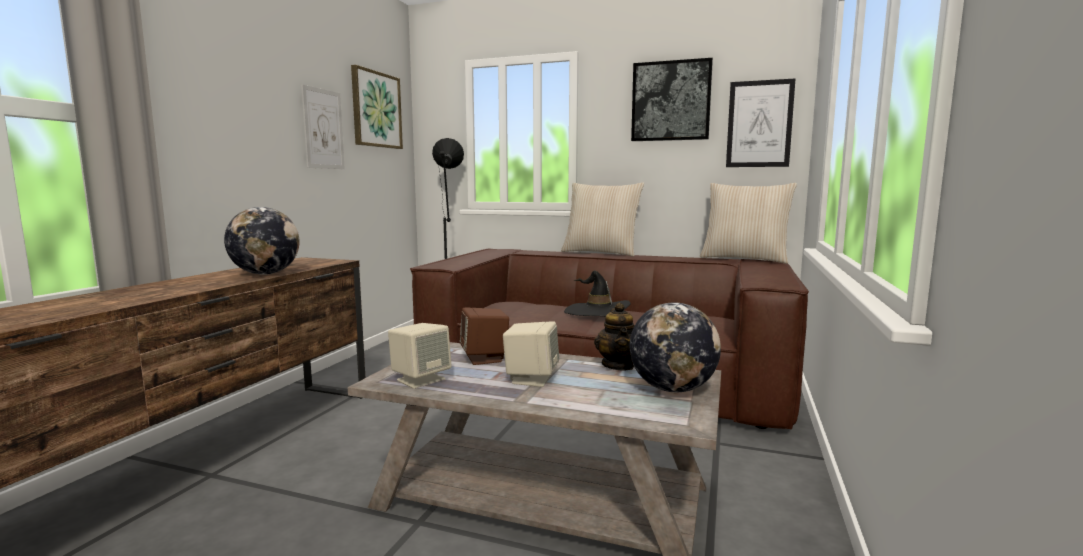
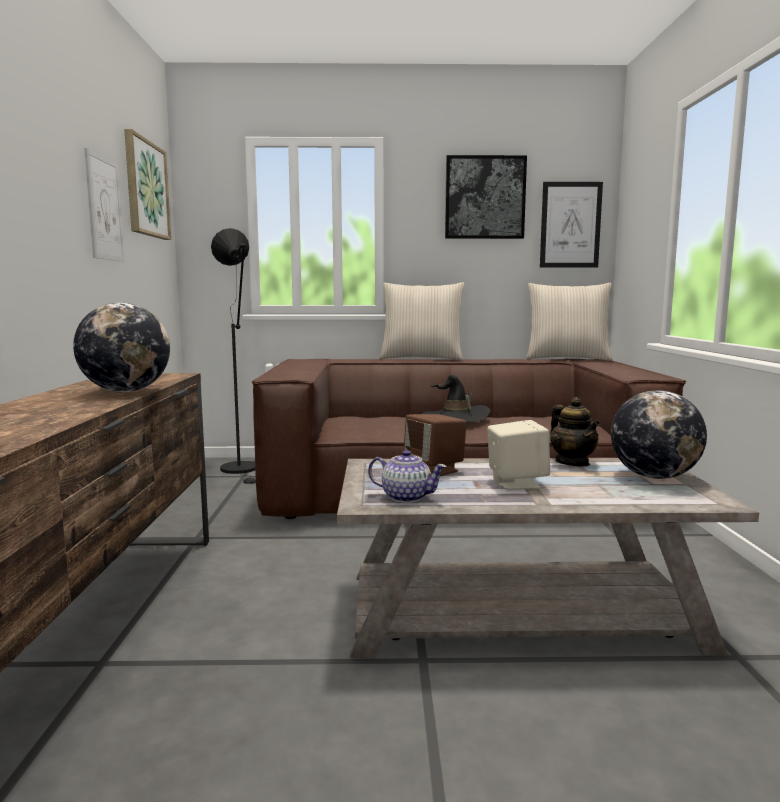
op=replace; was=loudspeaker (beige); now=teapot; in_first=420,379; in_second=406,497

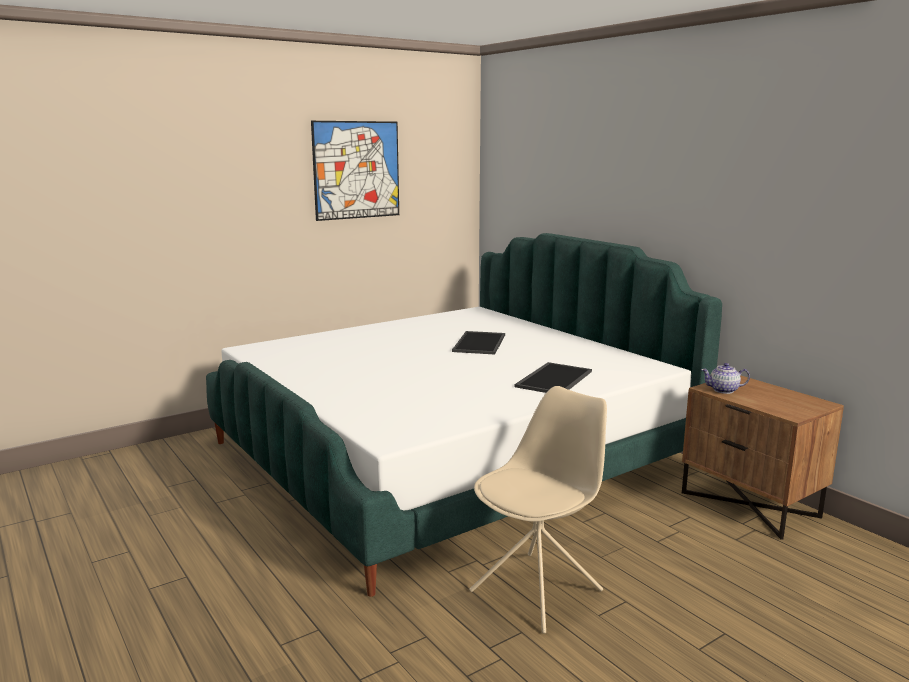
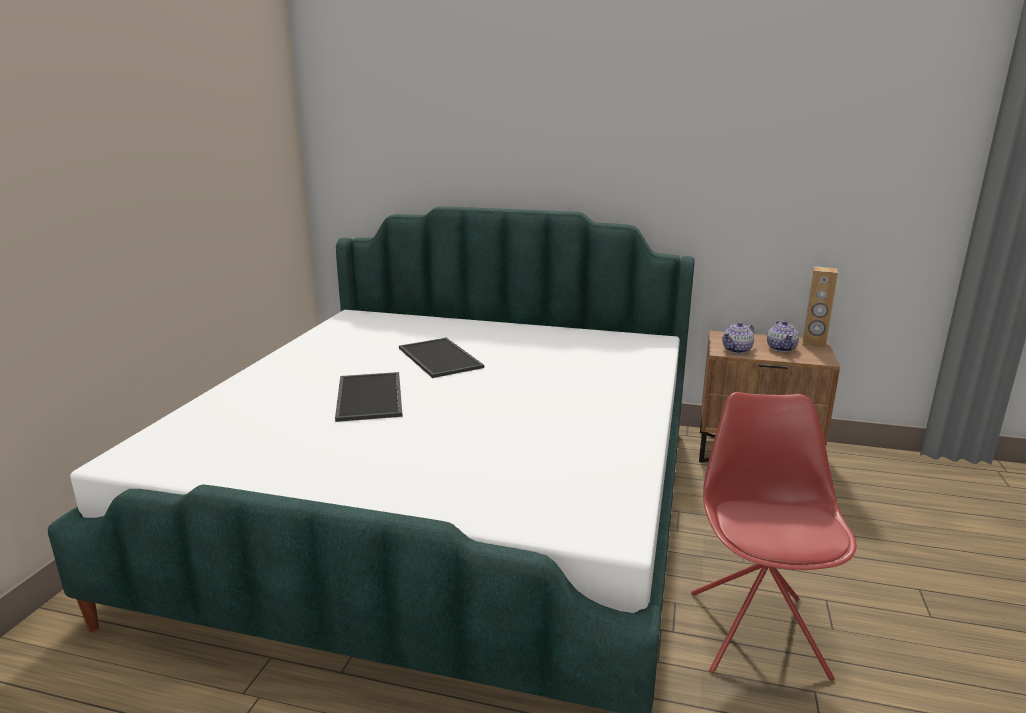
op=delete; was=wall art; in_first=356,170
op=recolor; was=upright chair (beige); now=upright chair (red); in_first=538,590; in_second=756,631
op=move; was=serving tray; in_first=553,378; in_second=367,396
op=insert; now=teapot; in_second=781,348
op=insert; now=loudspeaker (brown); in_second=813,344

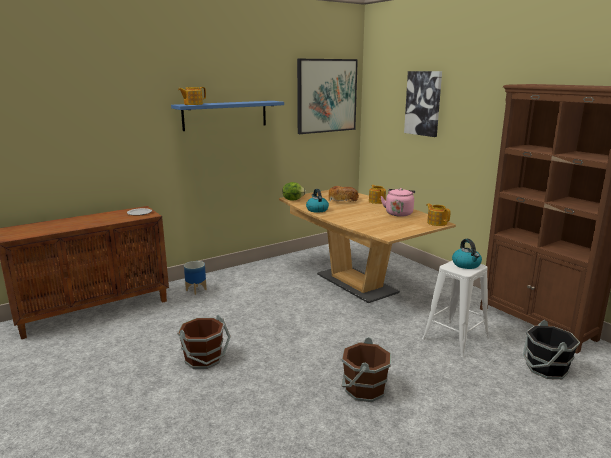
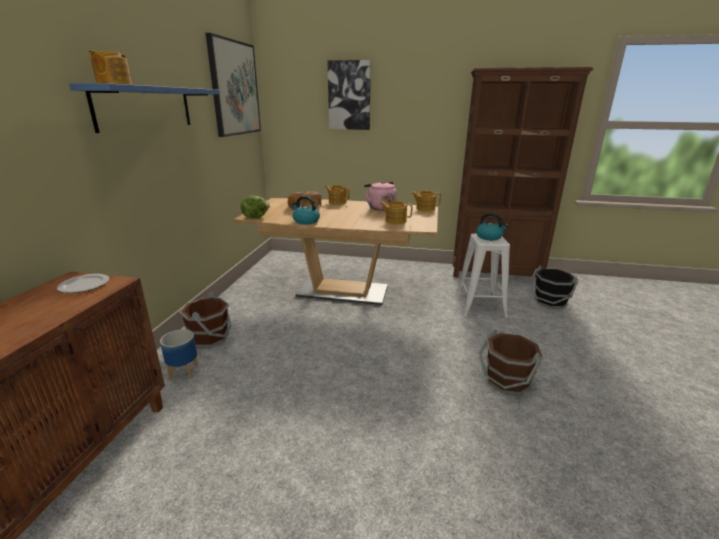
op=move; was=pail (brown); in_first=204,359; in_second=210,337
op=insert; now=teapot; in_second=395,221

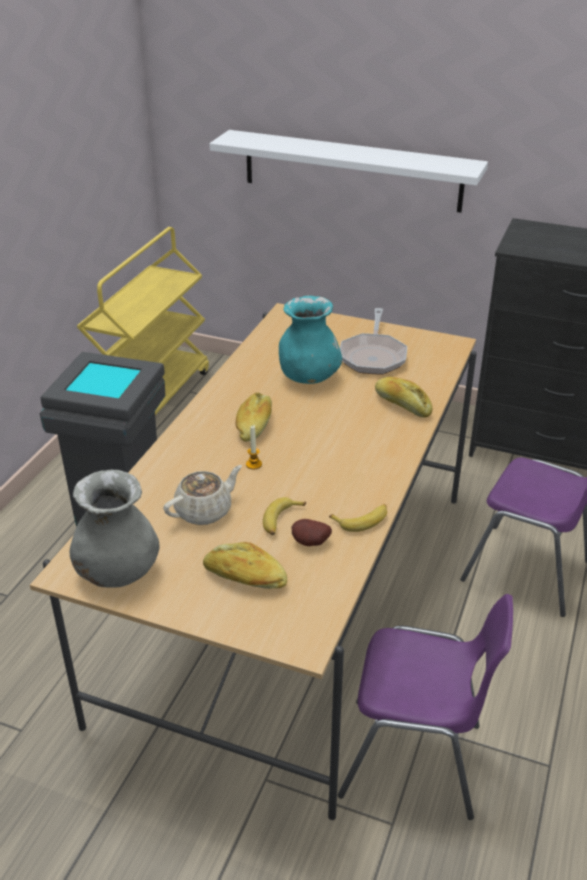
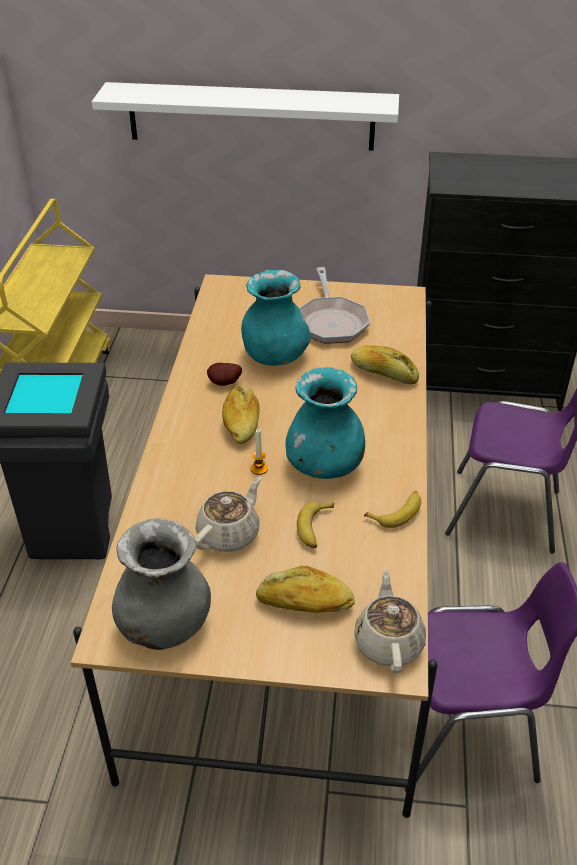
op=move; was=whole potato; in_first=310,544; in_second=225,384
op=insert; now=decorative vase (turquoise-coloured); in_second=324,466
op=insert; now=teapot (beige); in_second=388,642

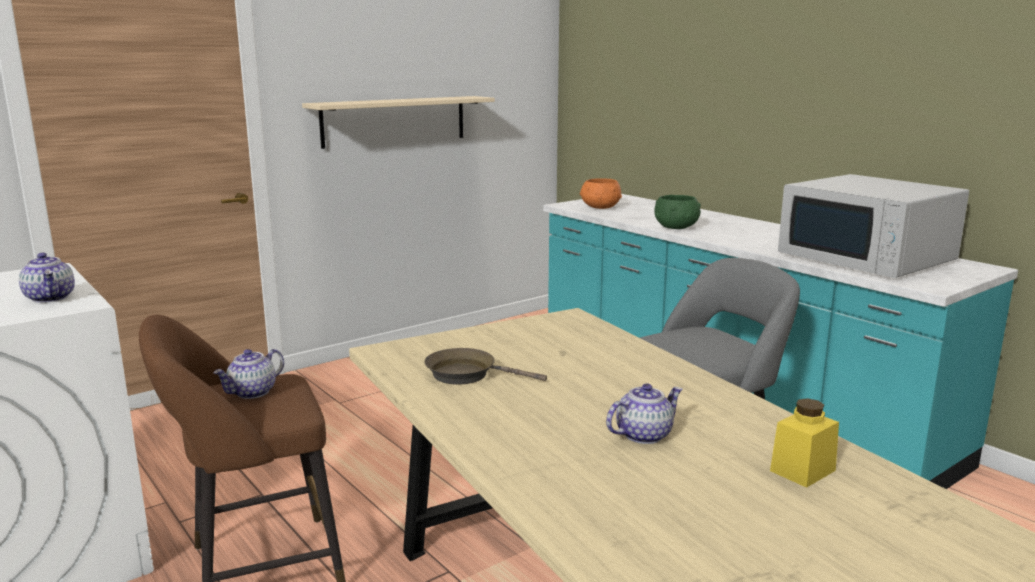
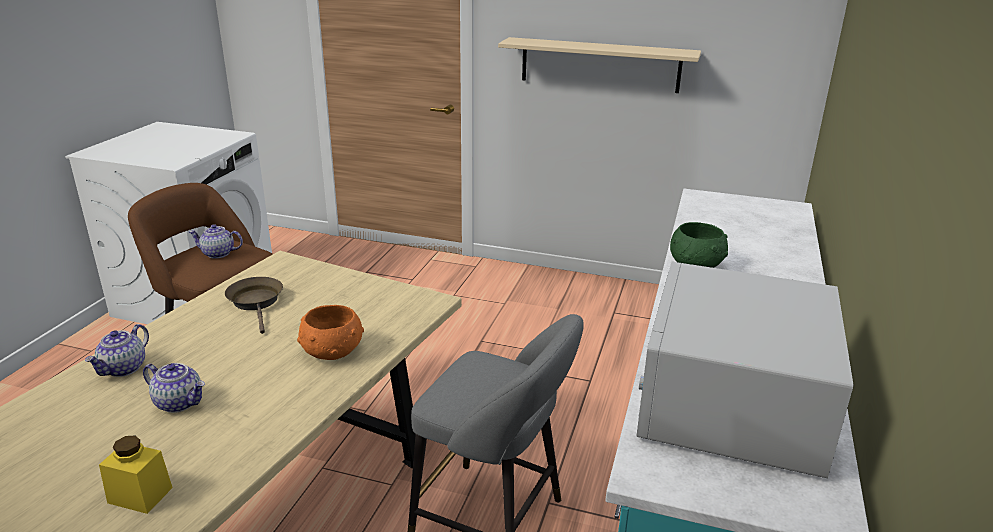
op=move; was=teapot; in_first=51,298; in_second=124,369
op=move; was=deep dish (orangey); in_first=600,207; in_second=331,351

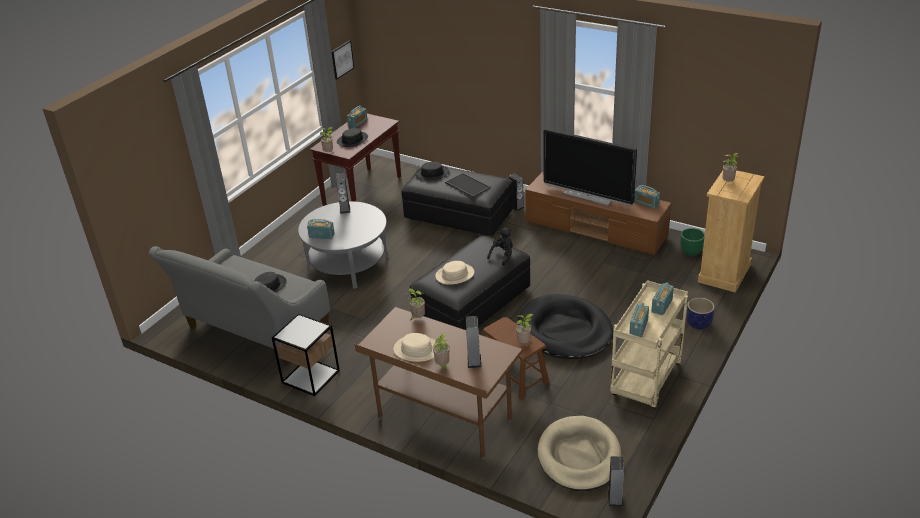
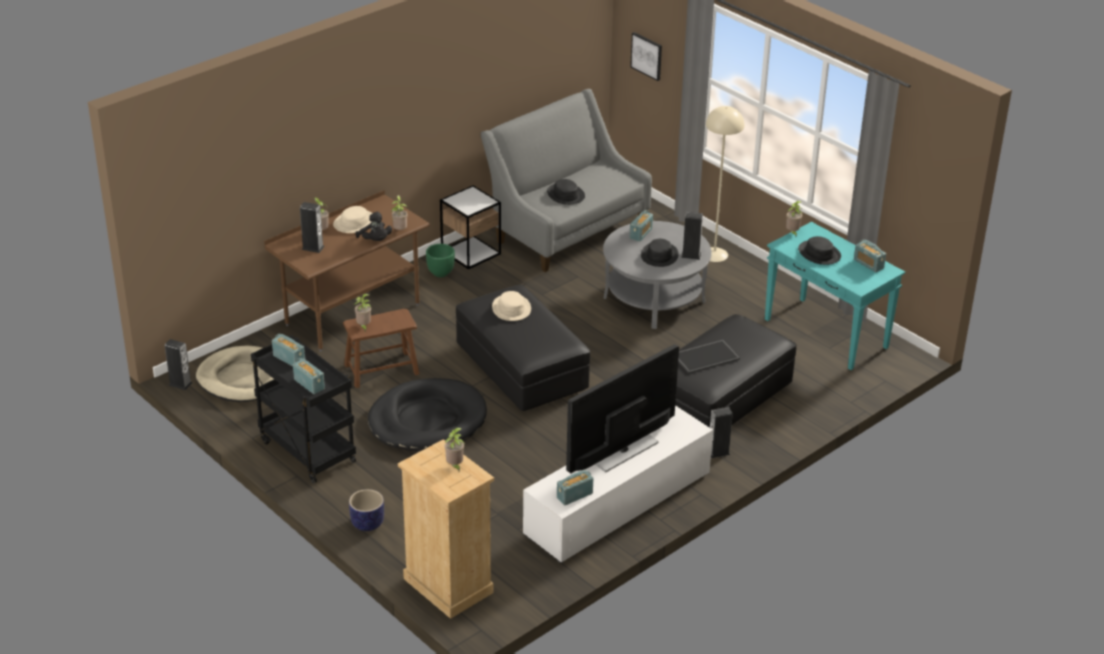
op=recolor; was=hall table (brown); now=hall table (turquoise-coloured); in_first=362,191; in_second=827,334
op=move; was=wall art; in_first=341,59; in_second=647,56
op=move; was=hat (black); in_first=432,173; in_second=659,255
op=move; was=cuddly toy (black); in_first=502,255; in_second=375,241
op=recolor; was=tv unit (brown); now=tv unit (white-coloured); in_first=596,230; in_second=617,506
op=recolor; was=trolley (beige); now=trolley (black); in_first=646,381; in_second=306,451
op=move; was=flower pot (greenish); in_first=691,252; in_second=440,273
op=insert; now=standing lamp (beige); in_second=714,254

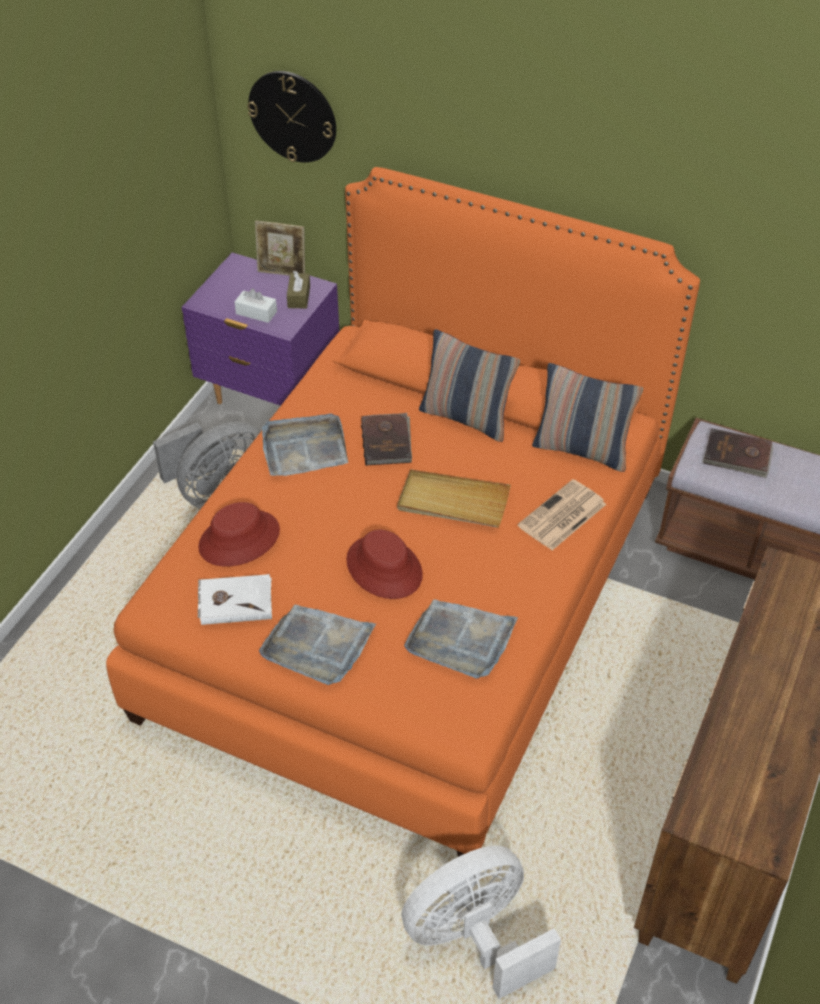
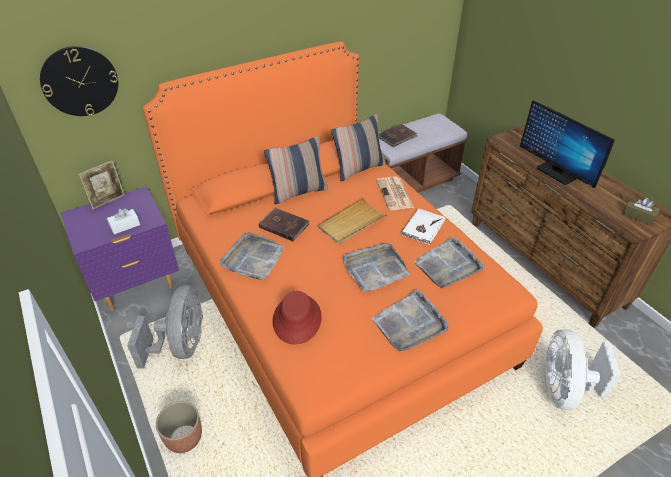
op=move; was=volume (white-coloured); in_first=235,601; in_second=422,228
op=move; was=tissue box (brown); in_first=299,297; in_second=638,216
op=replace; was=hat (red); now=serving tray (greyish); in_first=384,568; in_second=375,269
op=insert; now=flower pot; in_second=184,437
op=insert; now=computer display; in_second=555,173

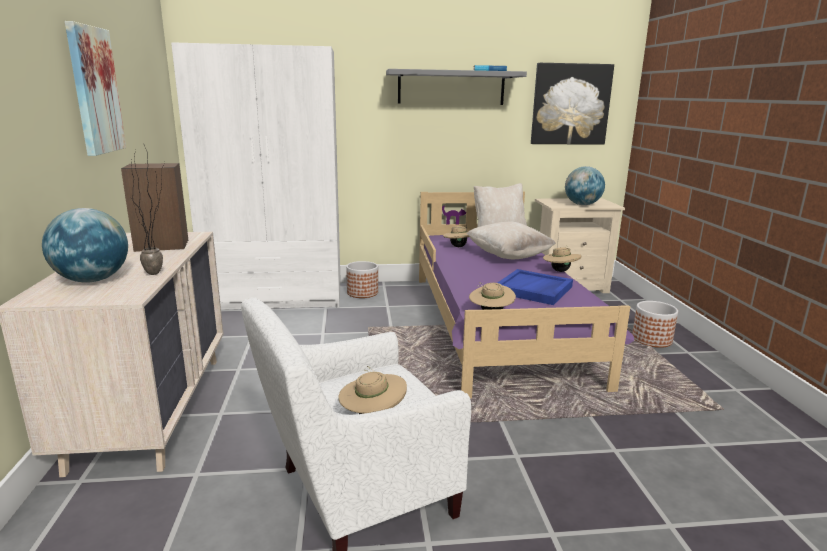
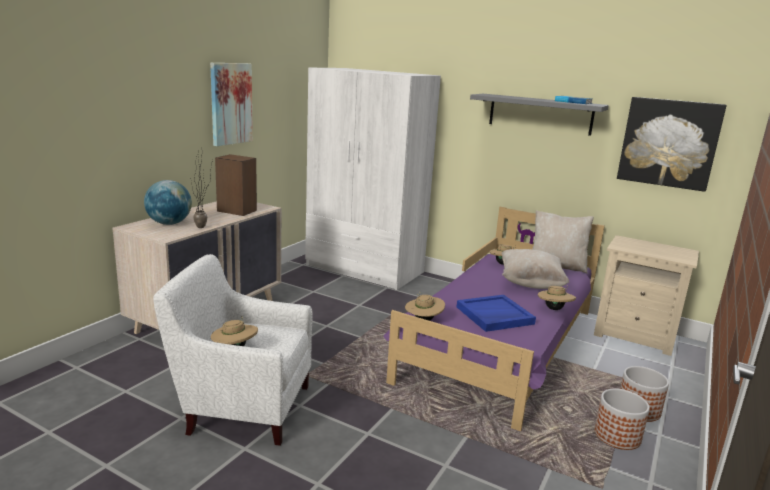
op=move; was=flower pot; in_first=362,293; in_second=617,435
op=delete; was=world globe; in_first=582,205

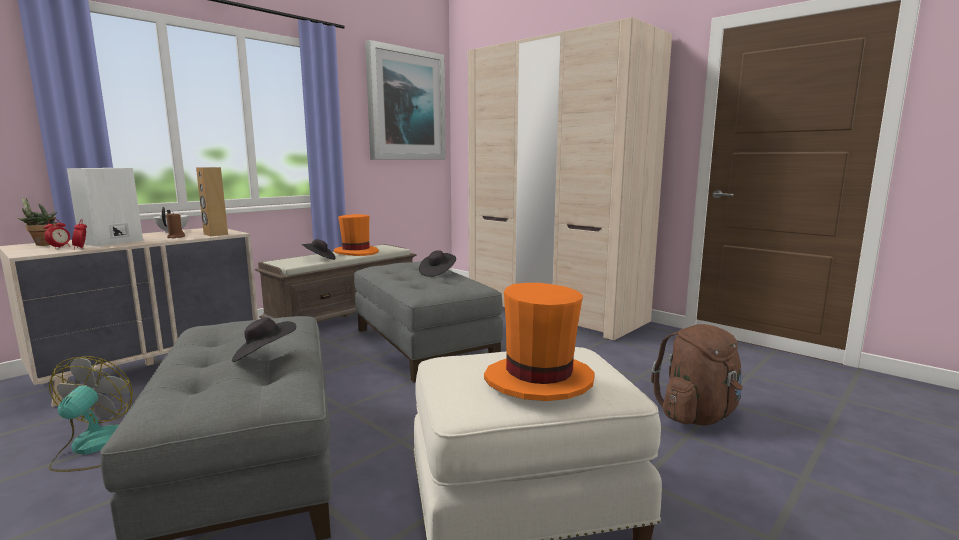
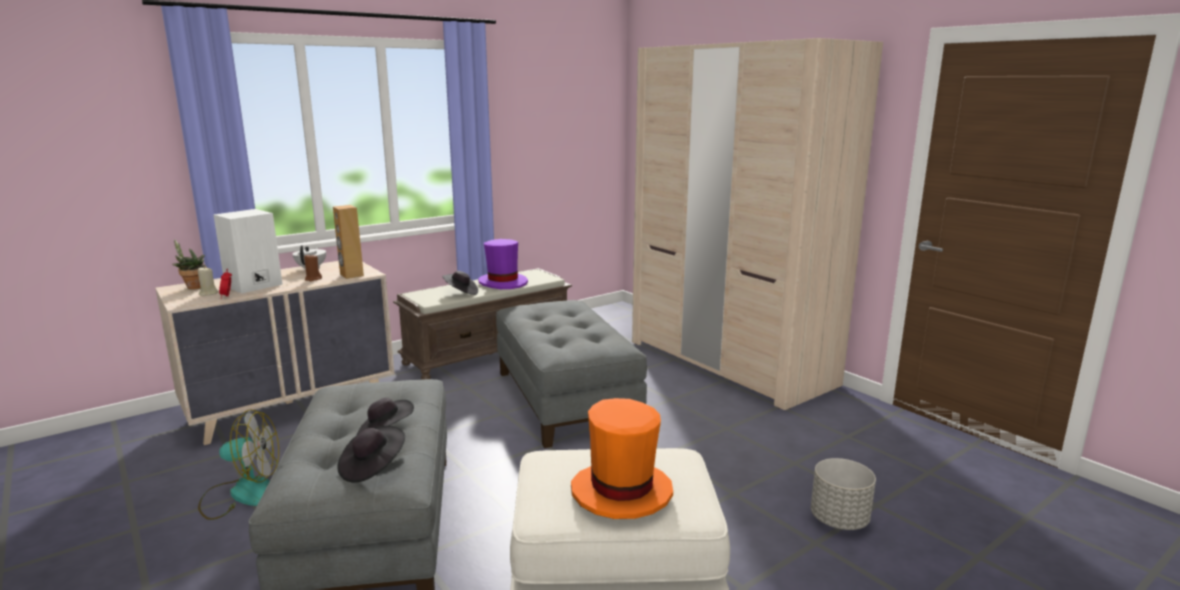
op=replace; was=alarm clock; now=wax light (beige); in_first=59,247; in_second=208,293
op=rotate; was=cooling fan; in_first=95,448; in_second=241,494; clockwise=75
op=recolor; was=hat (orangey); now=hat (purple); in_first=356,252; in_second=503,282
op=delete; was=wall art; in_first=406,105
op=move; was=hat (black); in_first=437,273; in_second=372,467
op=replace; was=rucksack (brown); now=flower pot (greyish); in_first=697,416; in_second=839,519

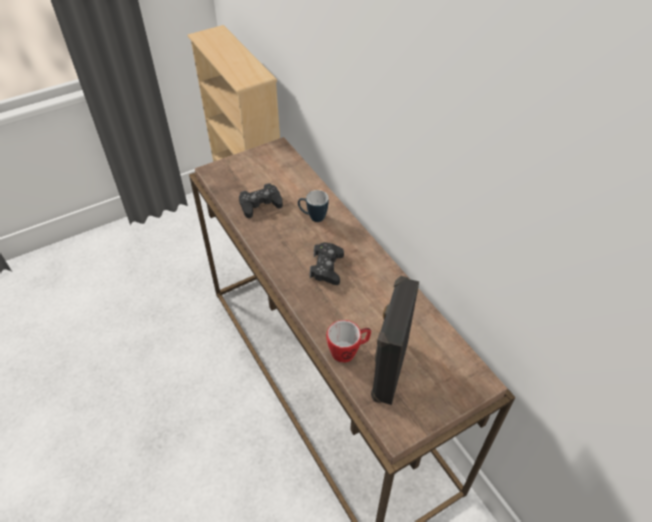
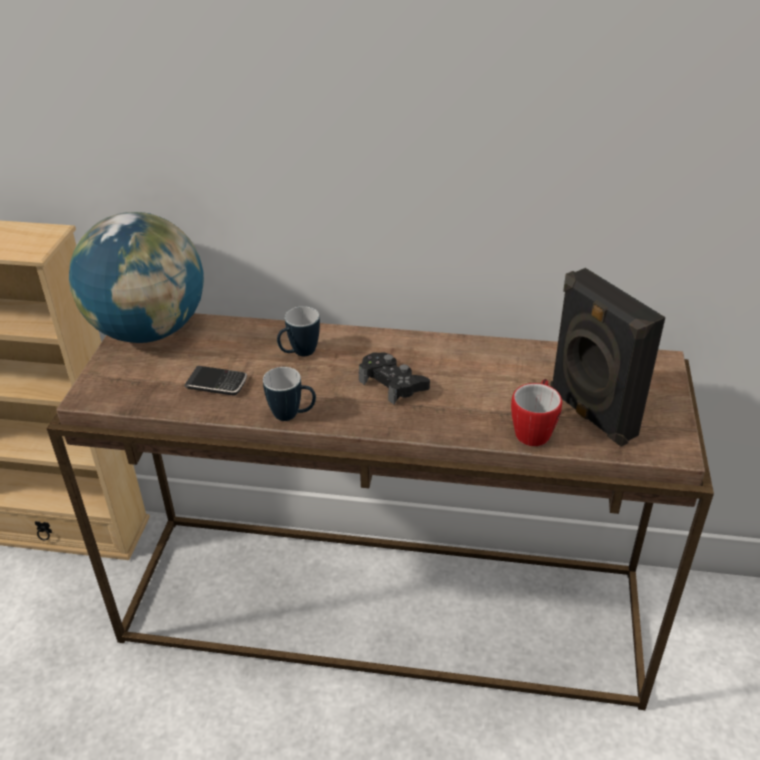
op=replace; was=gamepad (black); now=telephone; in_first=260,204; in_second=216,384
op=insert; now=world globe; in_second=149,330
op=insert; now=coffee mug; in_second=292,415

